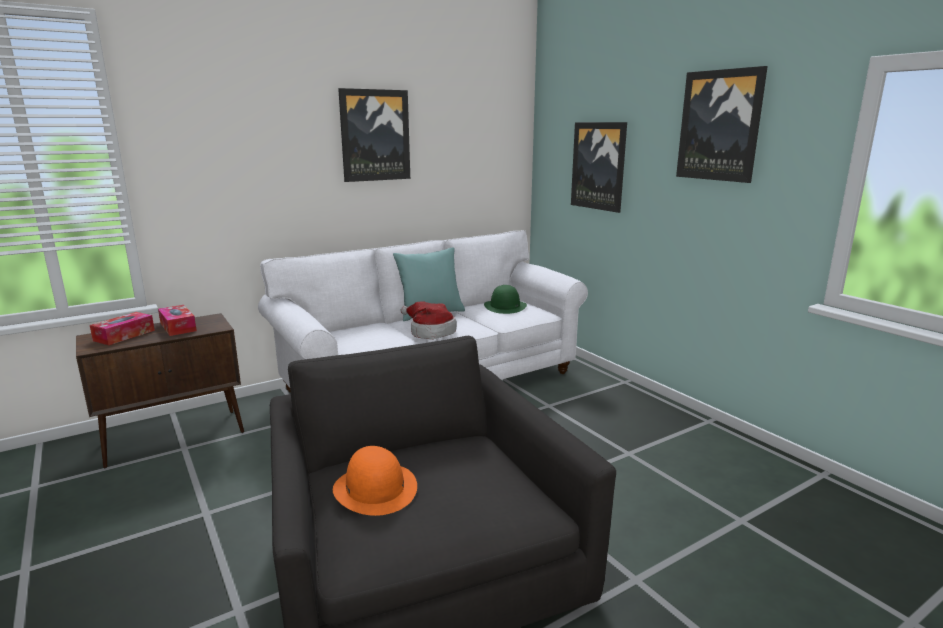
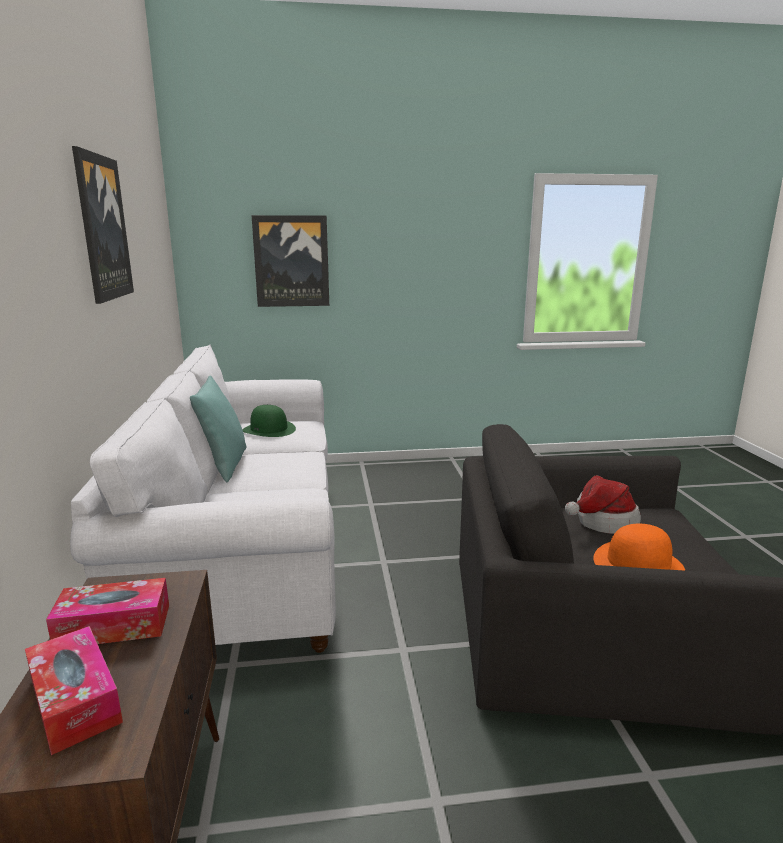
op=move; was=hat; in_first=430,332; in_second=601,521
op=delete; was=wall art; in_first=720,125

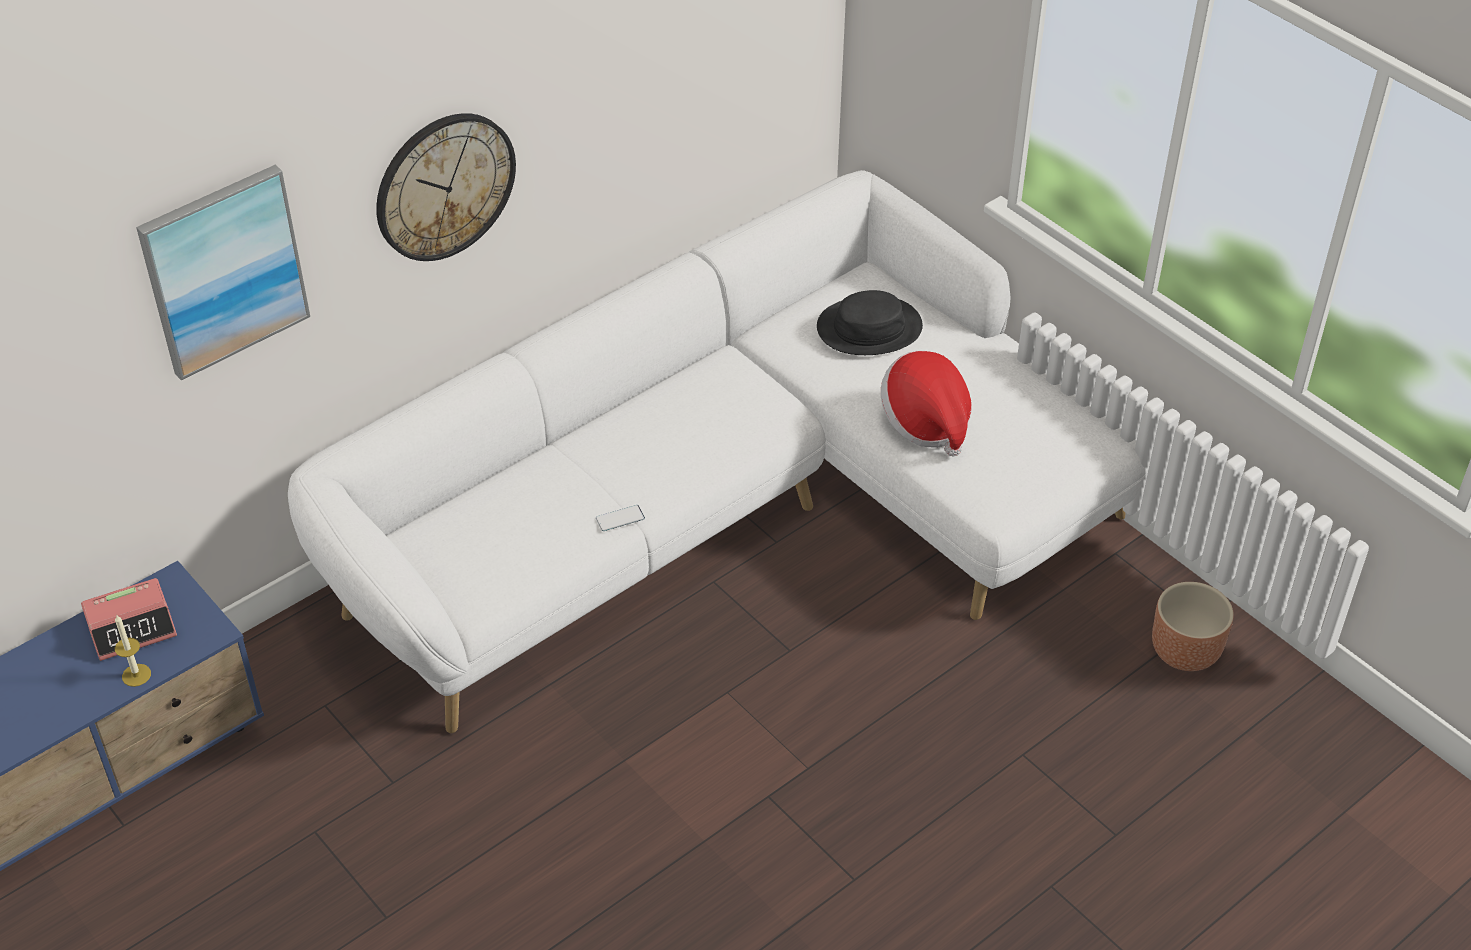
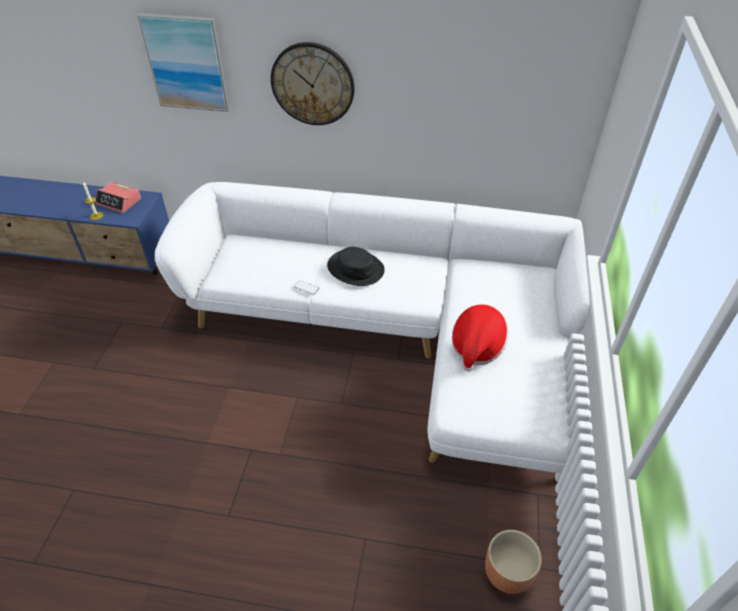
op=move; was=hat (black); in_first=869,328; in_second=356,268

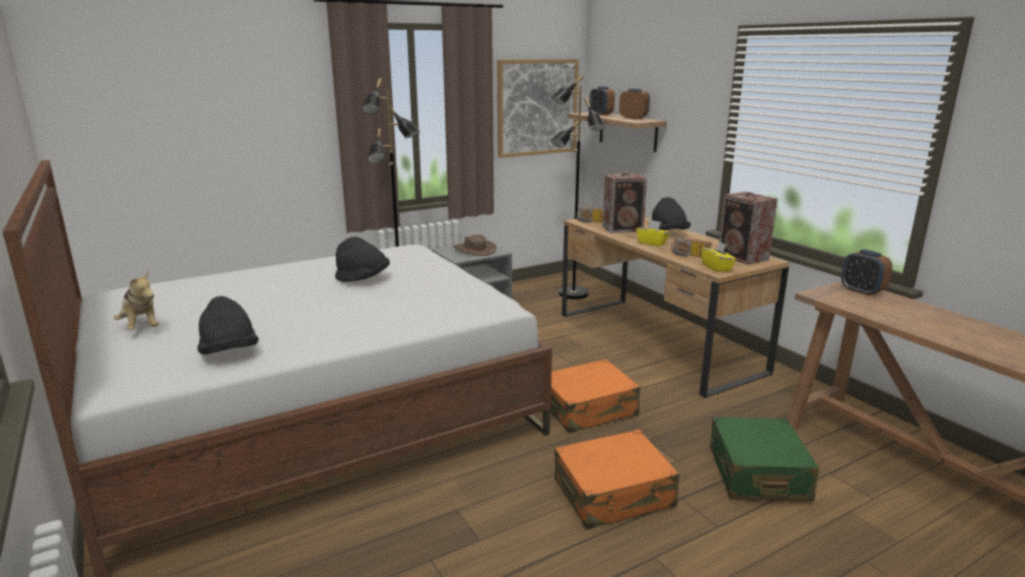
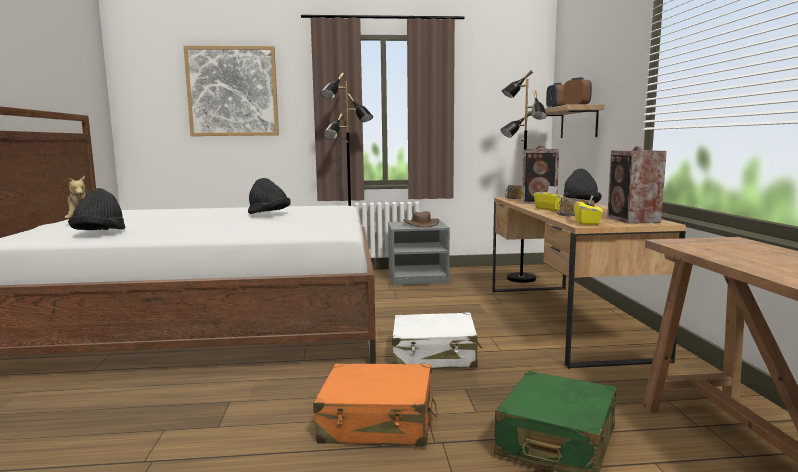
op=move; was=wall art; in_first=537,107; in_second=232,91
op=recolor; was=travel case (orangey); now=travel case (white-coloured); in_first=588,409; in_second=434,356
op=delete; was=alarm clock; in_first=862,291

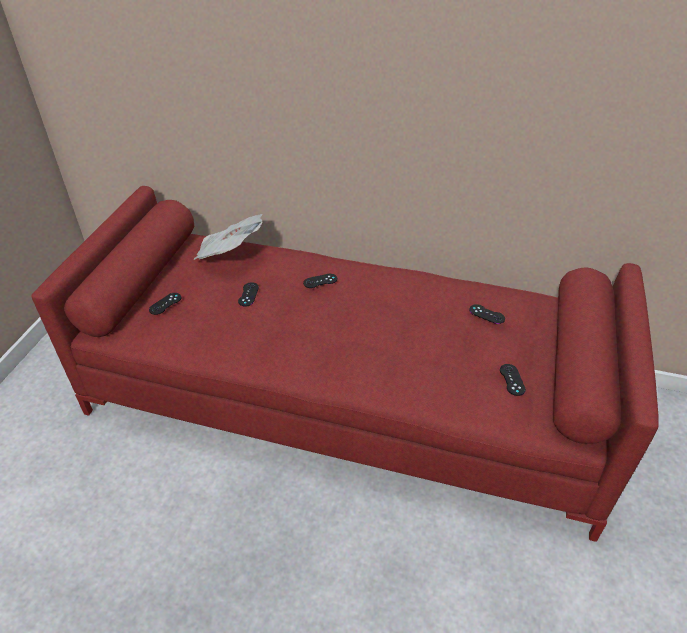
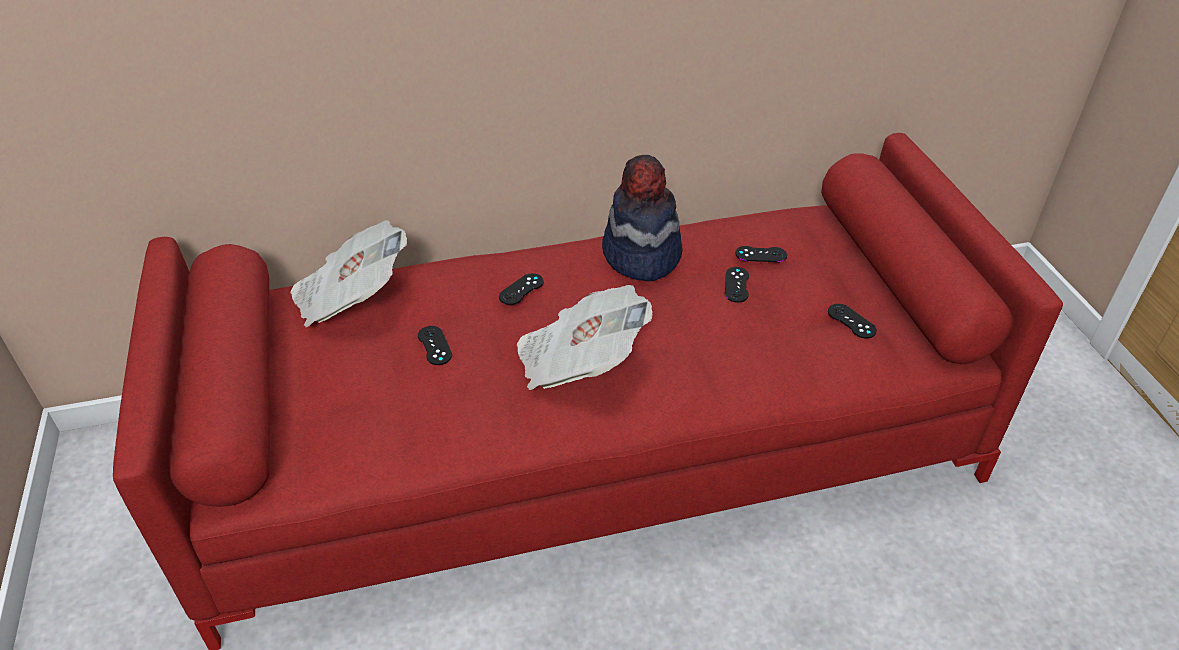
op=move; was=gamepad (black); in_first=165,304; in_second=736,285
op=insert; now=daily paper; in_second=579,362
op=insert; now=hat; in_second=641,255

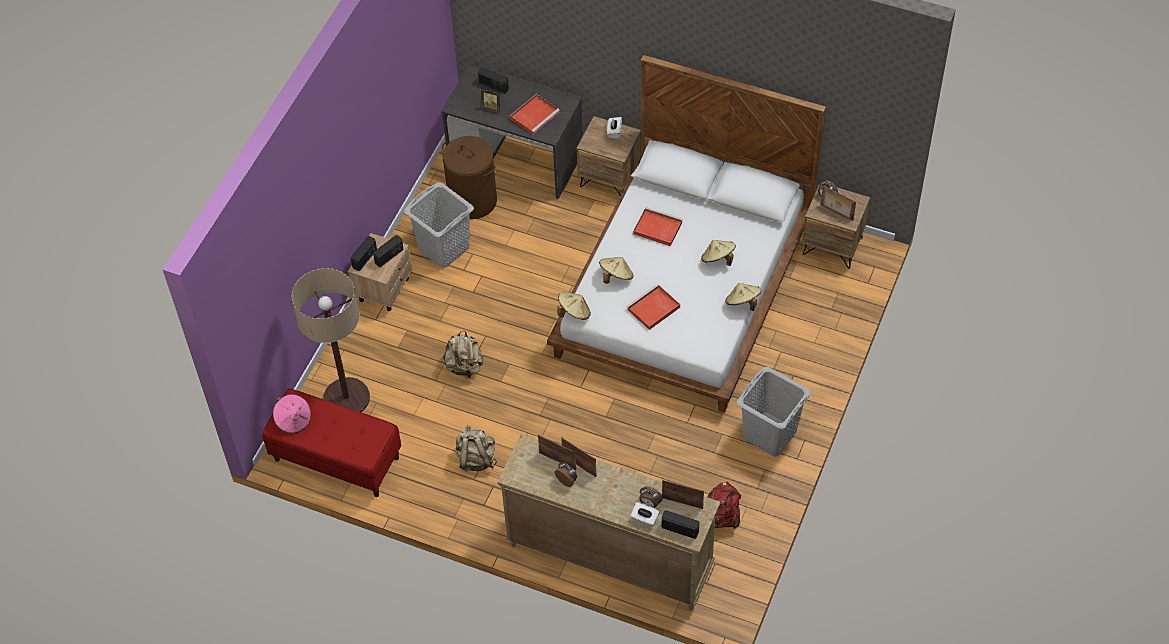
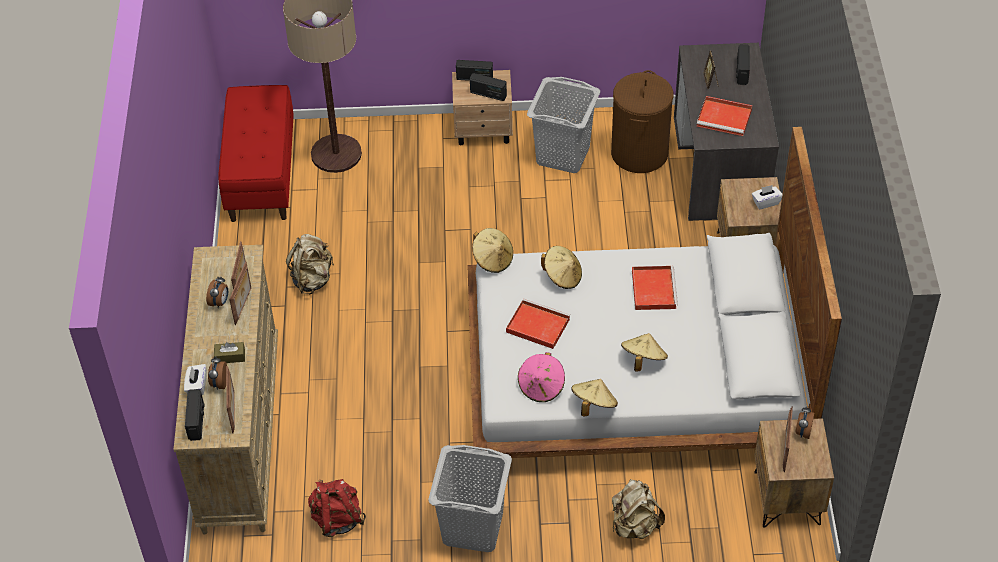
op=move; was=hat (pink); in_first=293,420; in_second=541,387
op=move; was=rucksack (beige); in_first=464,366; in_second=634,525
op=insert; now=tissue box (brown); in_second=230,356

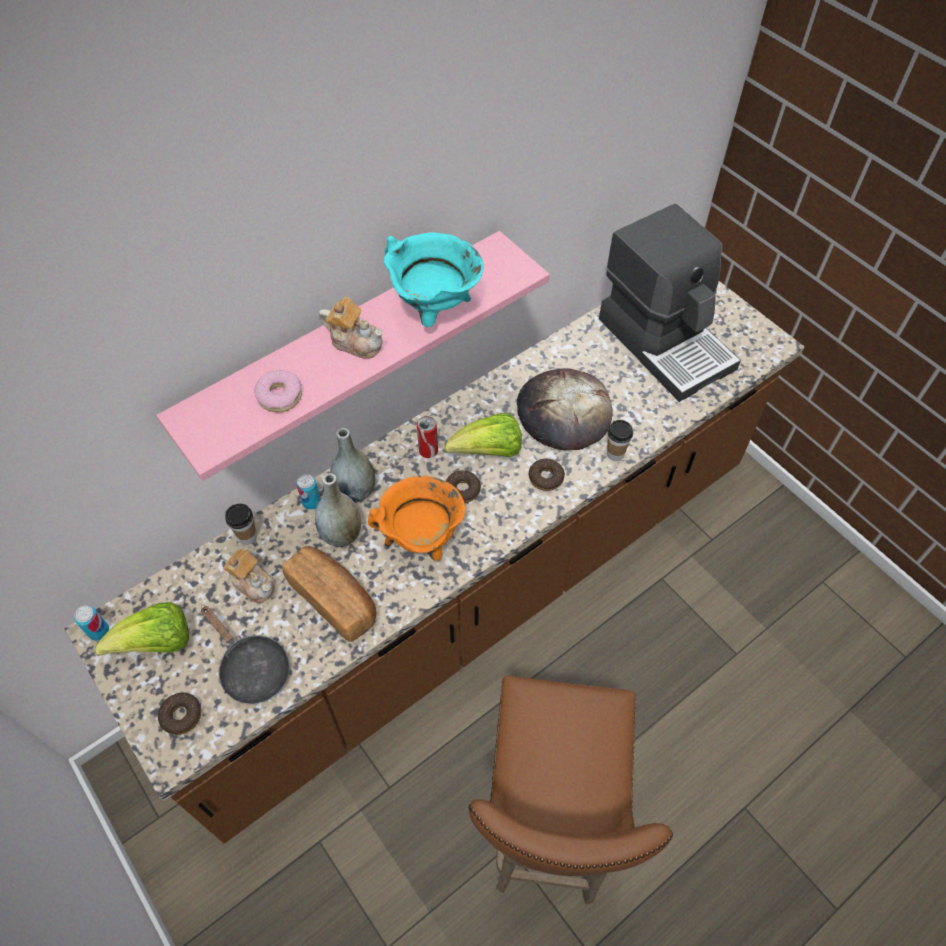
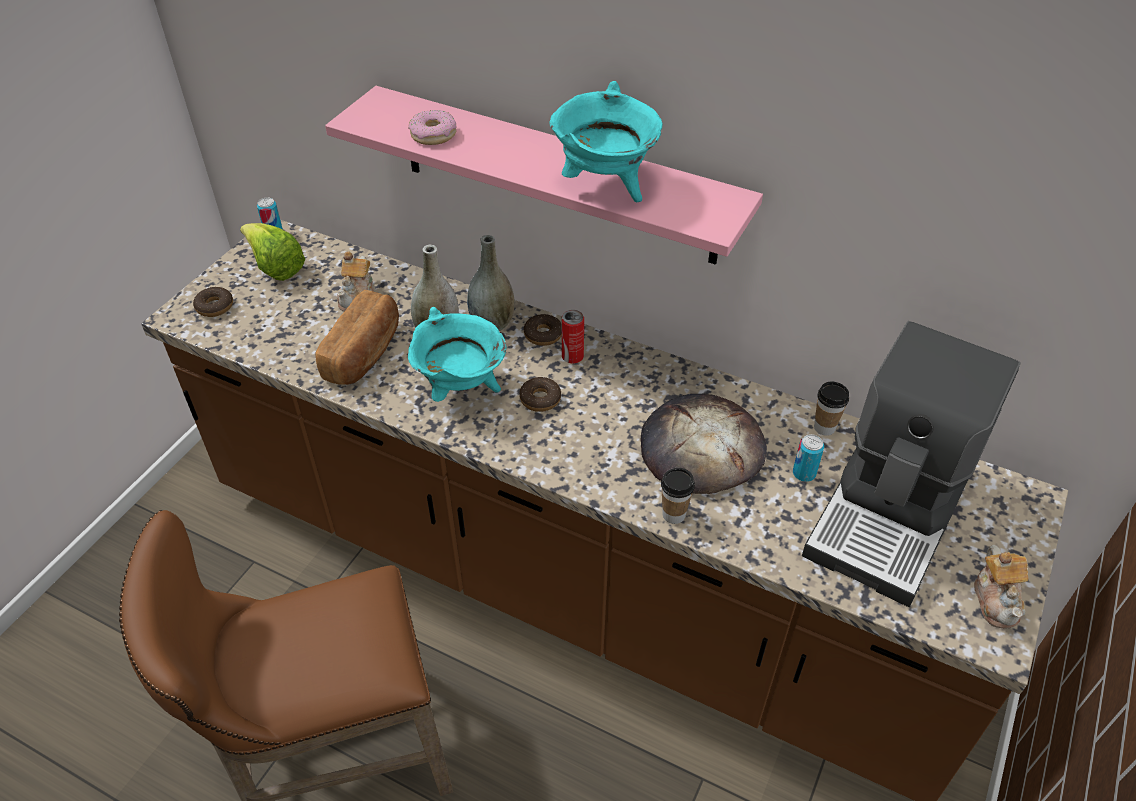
op=delete; was=frying pan (black); in_first=251,668
op=move; was=small cup; in_first=247,536; in_second=824,427
op=move; was=can; in_first=311,502; in_second=804,473
op=move; was=teapot; in_first=355,342; in_second=996,600
op=recolor; was=saucepot (orangey); now=saucepot (turquoise-coloured); in_first=422,540; in_second=461,390
op=delete; was=lettuce; in_first=488,452
op=move; was=doughnut; in_first=546,478; in_second=543,334

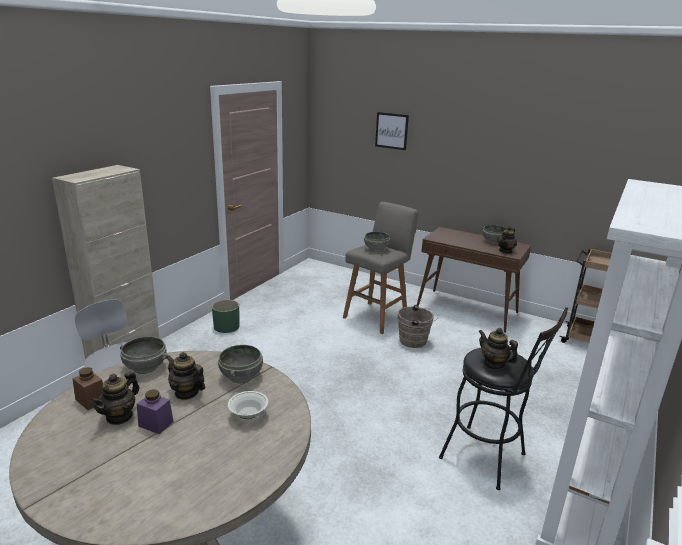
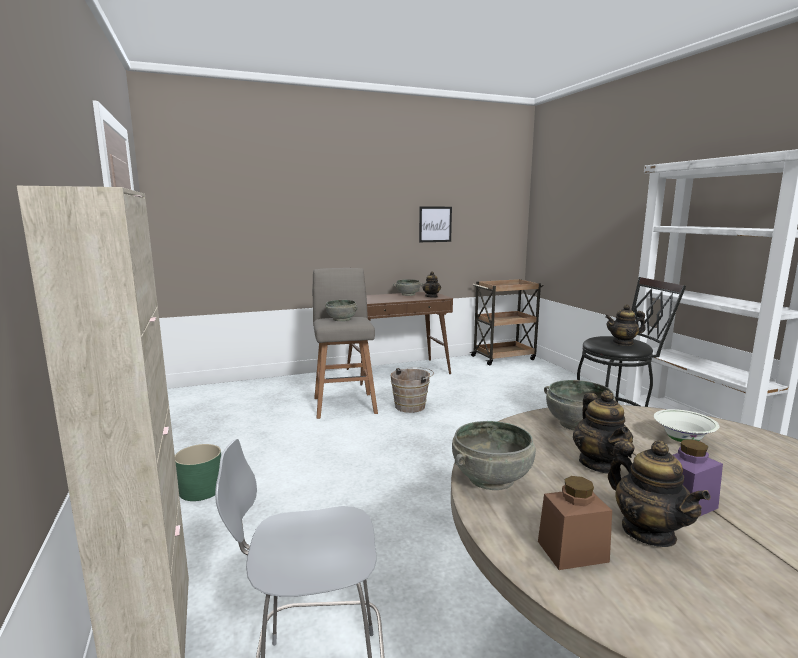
op=rotate; was=teapot; in_first=186,392; in_second=600,464; clockwise=-75
op=move; was=wall art; in_first=391,131; in_second=435,224

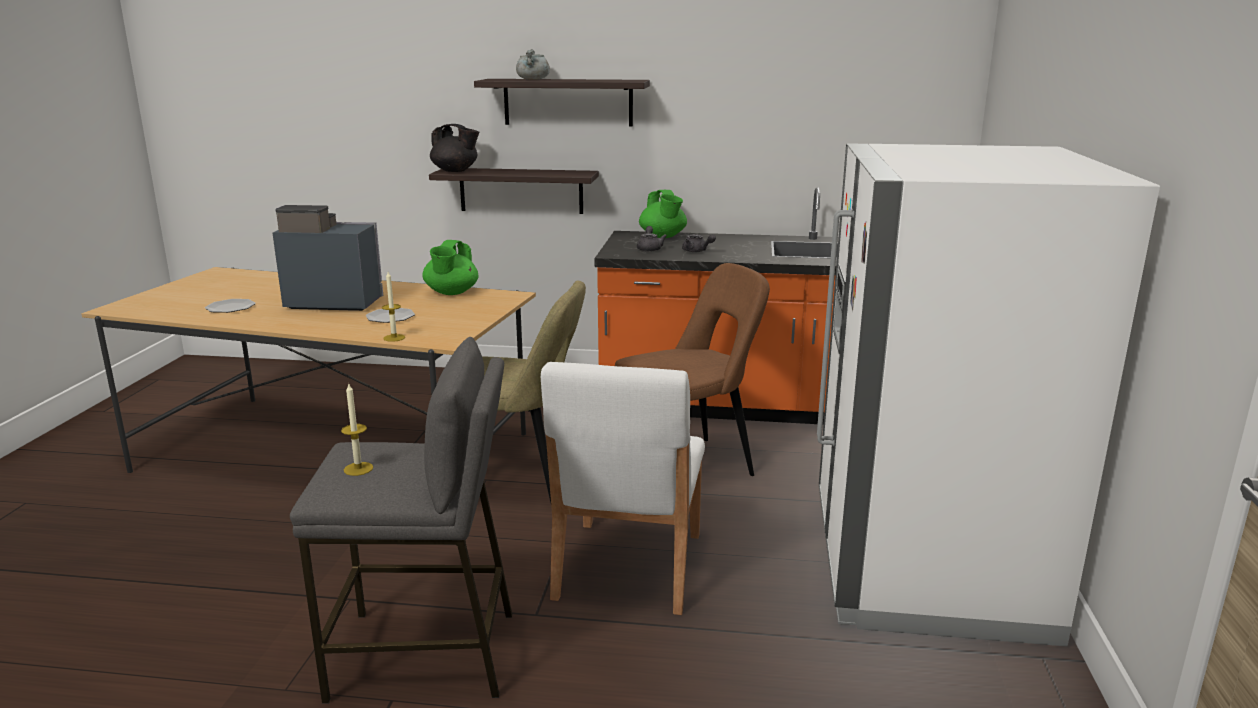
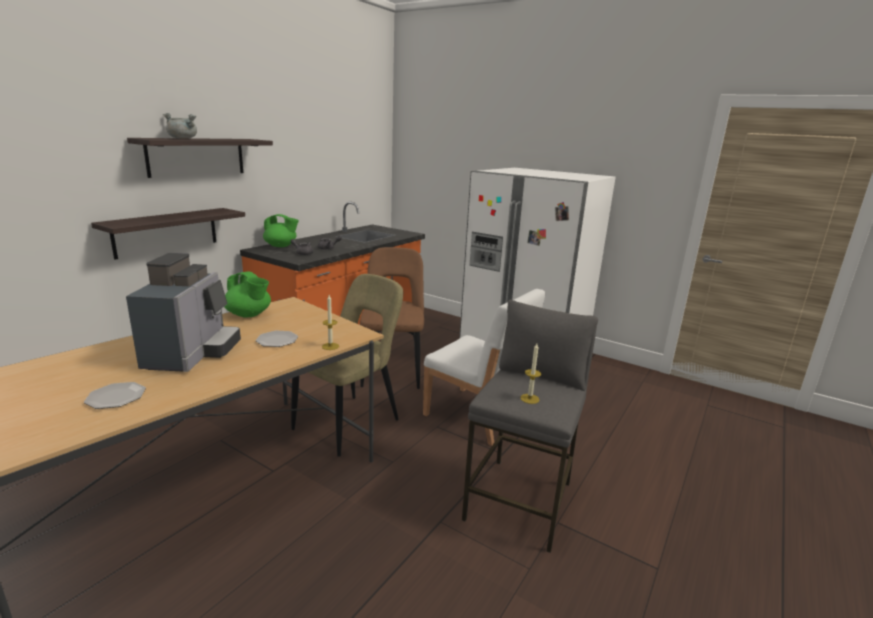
op=rotate; was=coffee machine; in_first=332,302; in_second=192,353; clockwise=150
op=delete; was=teapot (black); in_first=455,171

